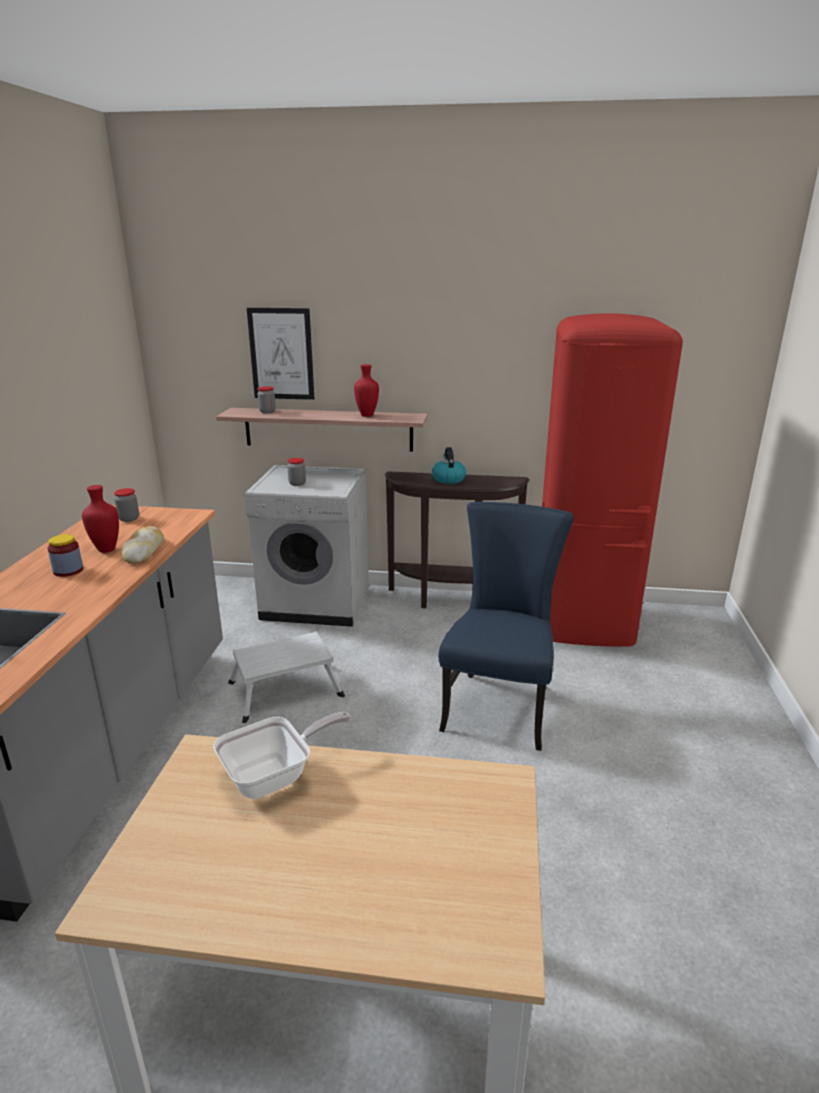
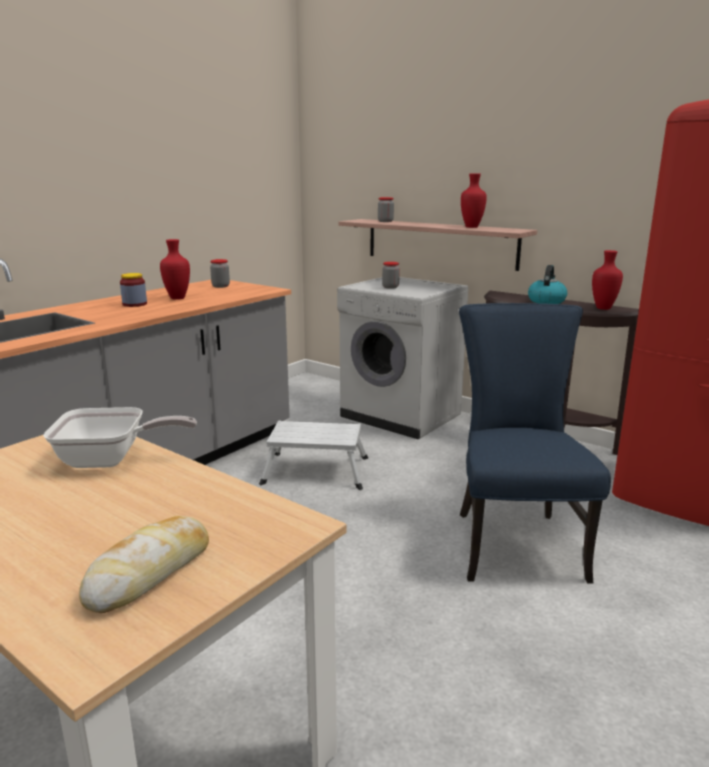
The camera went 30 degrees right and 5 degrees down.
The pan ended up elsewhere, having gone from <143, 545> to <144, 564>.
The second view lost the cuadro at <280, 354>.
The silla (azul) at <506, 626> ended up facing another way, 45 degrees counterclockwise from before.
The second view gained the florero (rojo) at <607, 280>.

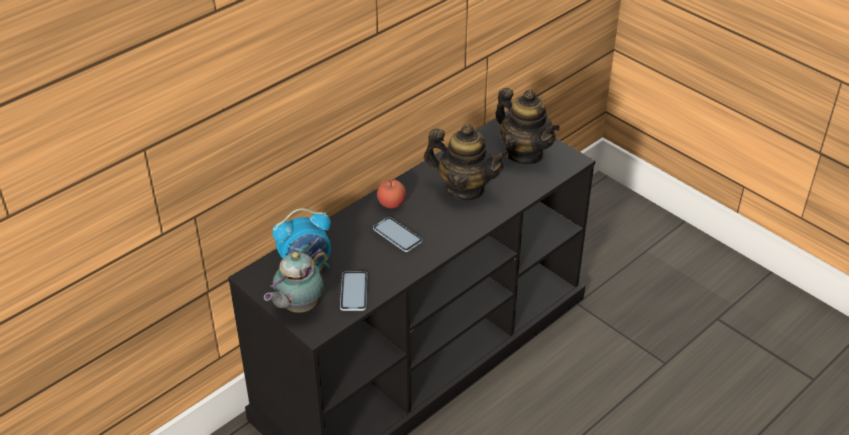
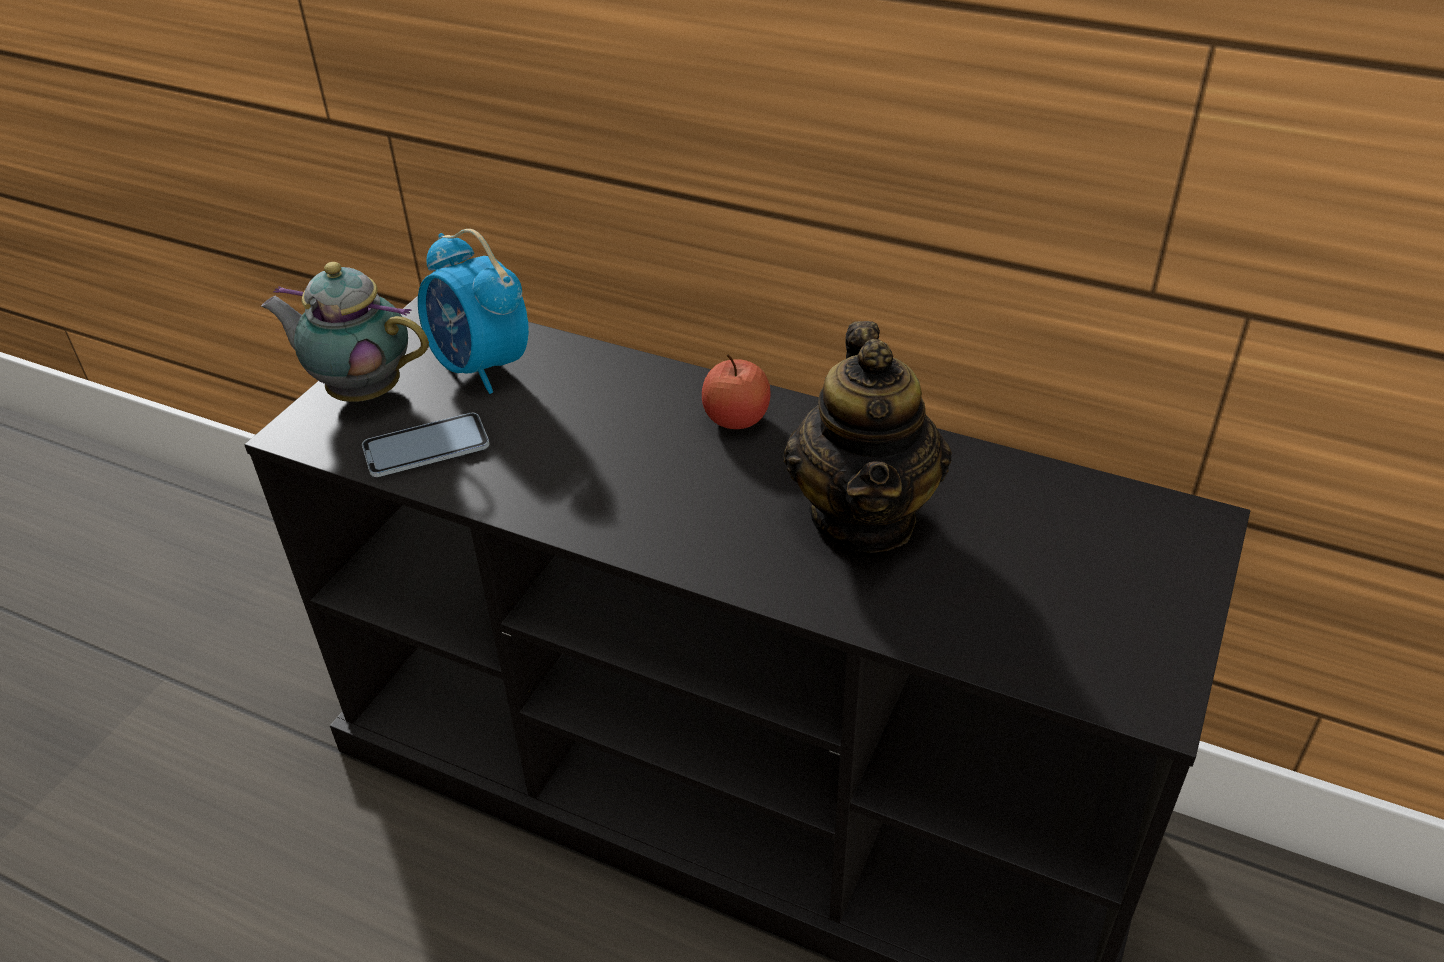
The camera went 70 degrees right and 0 degrees up.
The second view lost the móvil at <398, 234>.
The second view lost the tetera at <528, 126>.

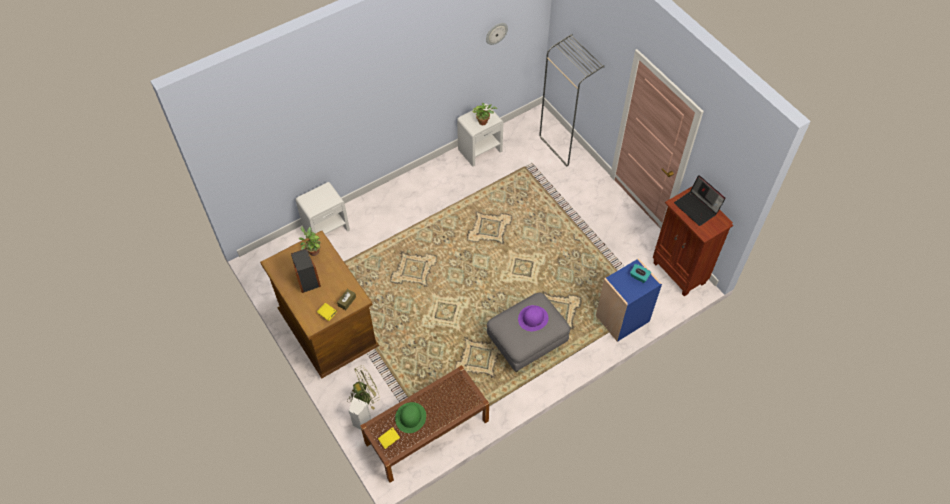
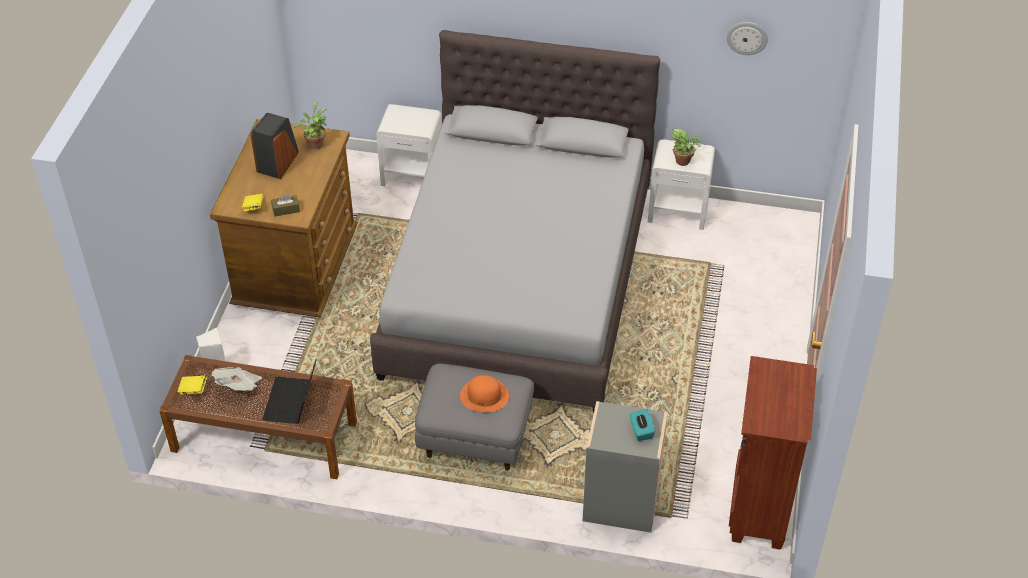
The camera went 45 degrees right and 10 degrees down.
The second view lost the ventilador (verde) at <363, 387>.
Where the sombrero (verde) stood at <410, 417>, the periódico came to stand at <237, 379>.
What was the sombrero (morado) at <533, 318> turned into the sombrero (naranja) at <484, 393>.
The second view lost the perchero (gris) at <571, 100>.
What was the estantería (azul) at <629, 300> turned into the estantería (gris) at <625, 467>.
The portátil ended up elsewhere, having gone from <700, 200> to <289, 391>.
The second view gained the cama (gris) at <515, 221>.

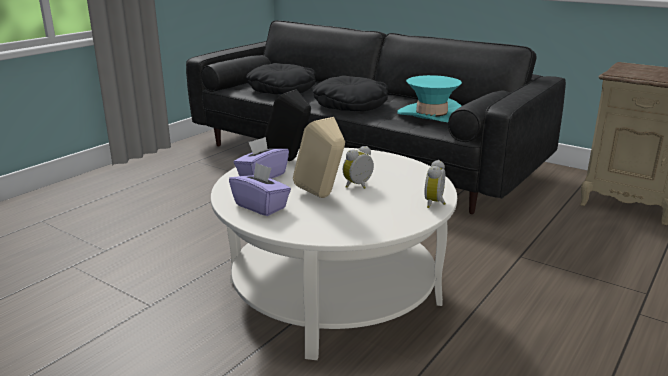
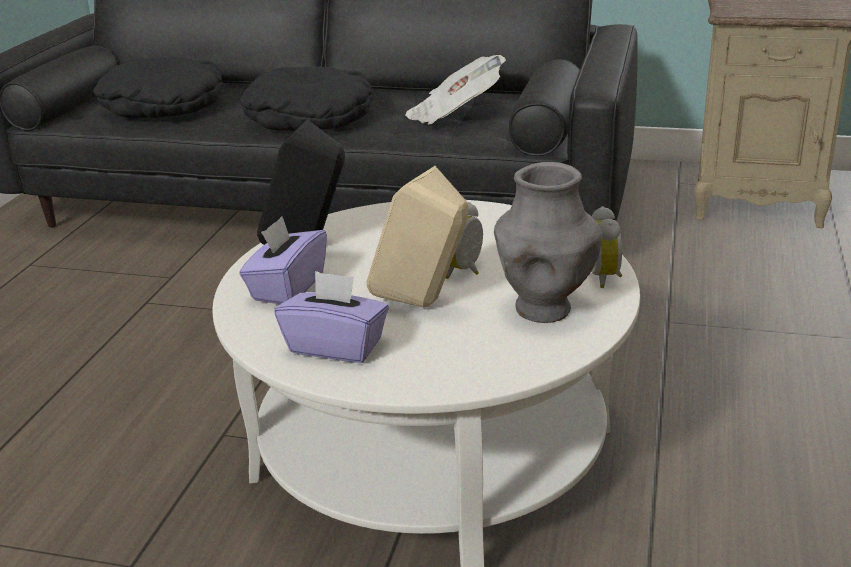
The camera went 20 degrees left and 5 degrees up.
Where the sombrero (turquesa) stood at <429, 98>, the periódico came to stand at <455, 90>.
The second view gained the florero (gris) at <548, 242>.

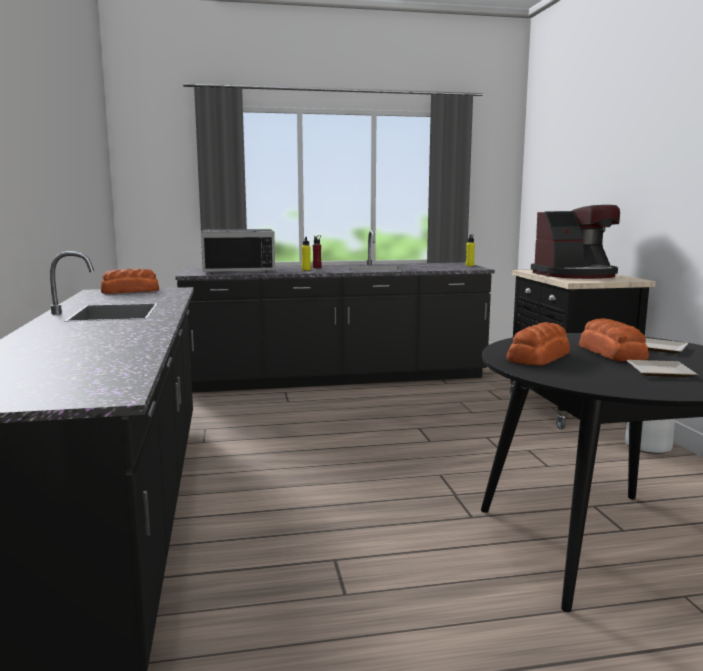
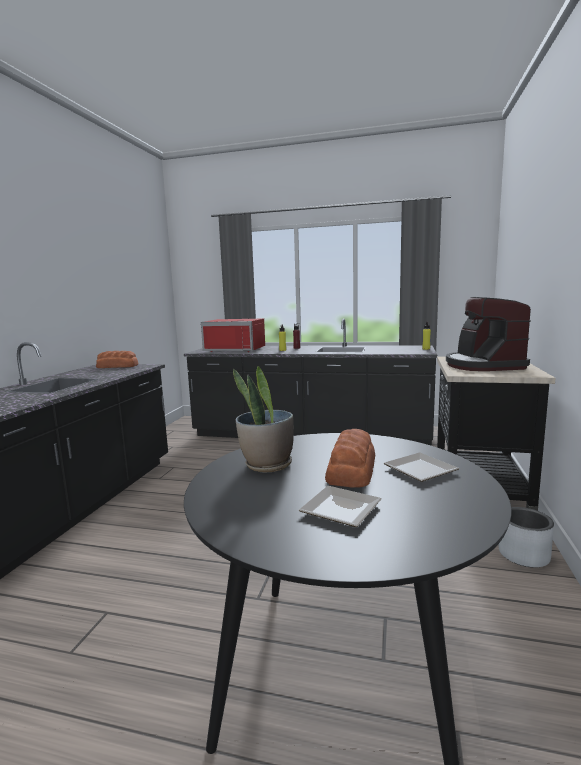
The camera went 25 degrees right and 0 degrees up.
What was the microondas (negro) at <238, 251> turned into the microondas (rojo) at <233, 335>.
Where the pan stood at <538, 343>, the planta en maceta came to stand at <263, 419>.
The cafetera at <575, 242> ended up facing another way, 75 degrees clockwise from before.

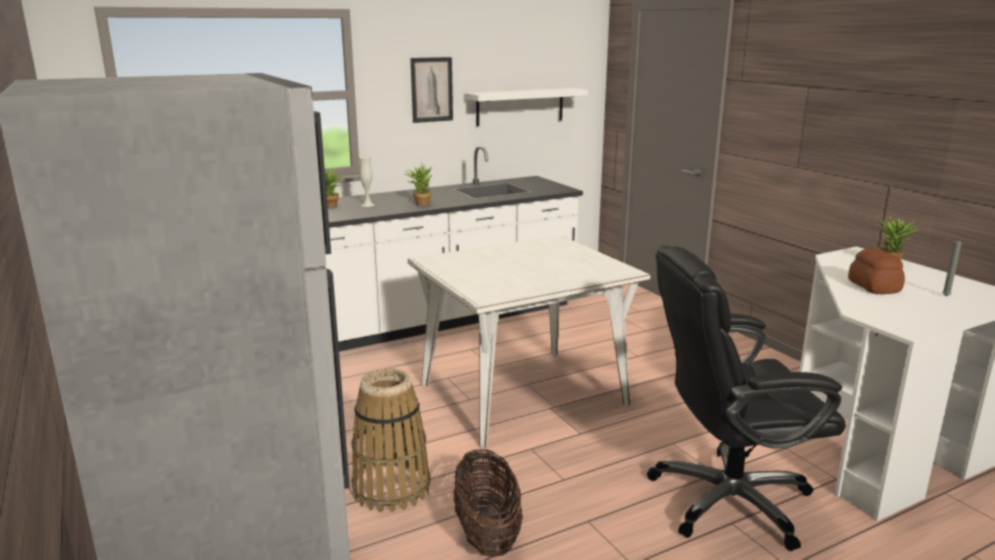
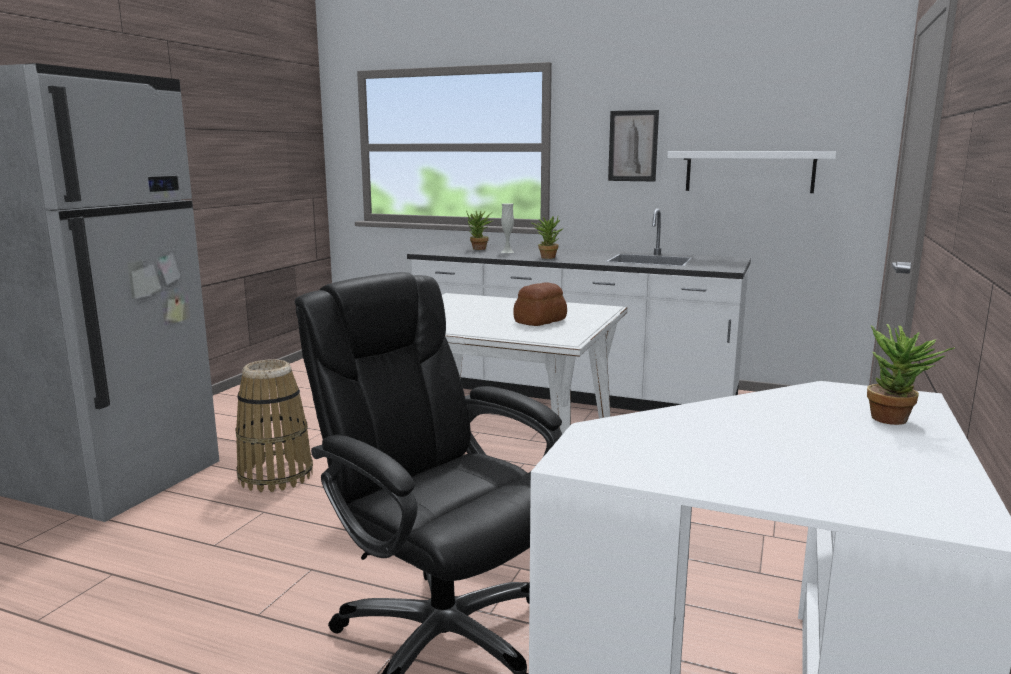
The camera went 50 degrees right and 5 degrees down.
The second view lost the cesta at <488, 503>.
The pan ended up elsewhere, having gone from <876, 271> to <540, 304>.
The second view lost the vela (gris) at <952, 265>.

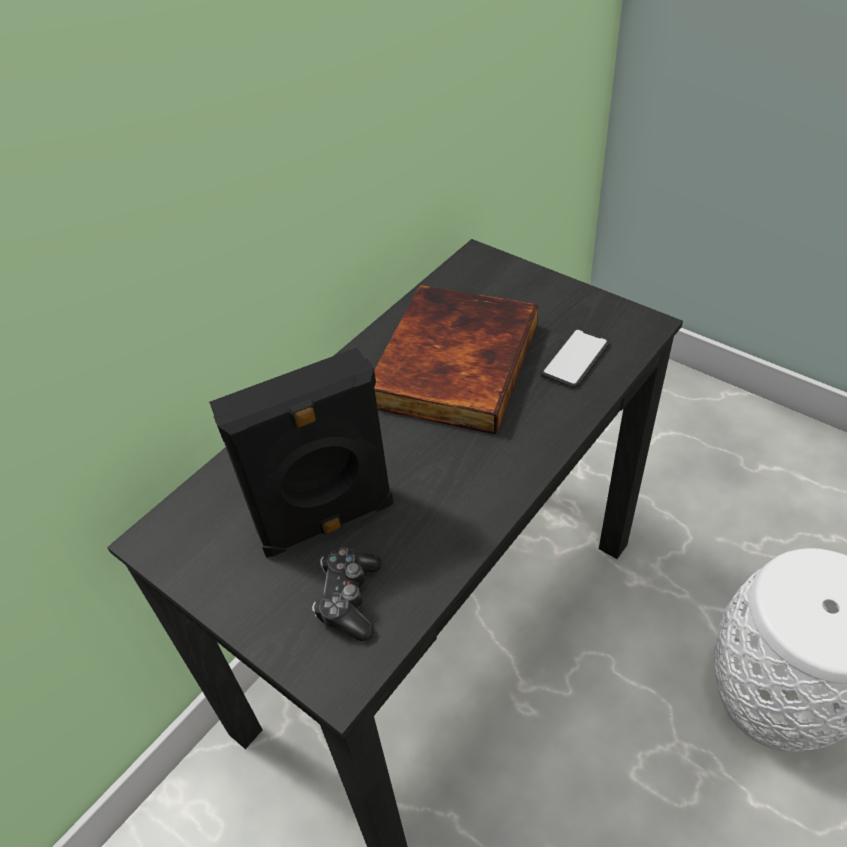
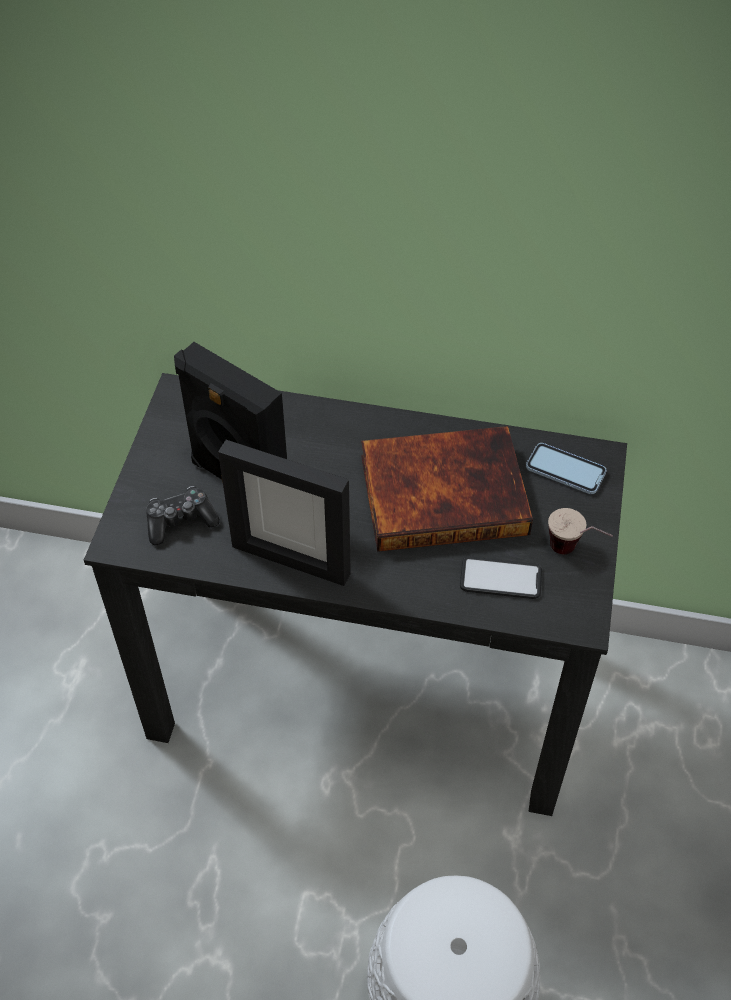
The camera went 60 degrees right and 5 degrees up.
The second view gained the portarretratos at <284, 513>.
The second view gained the móvil at <566, 468>.
The second view gained the taza at <580, 531>.

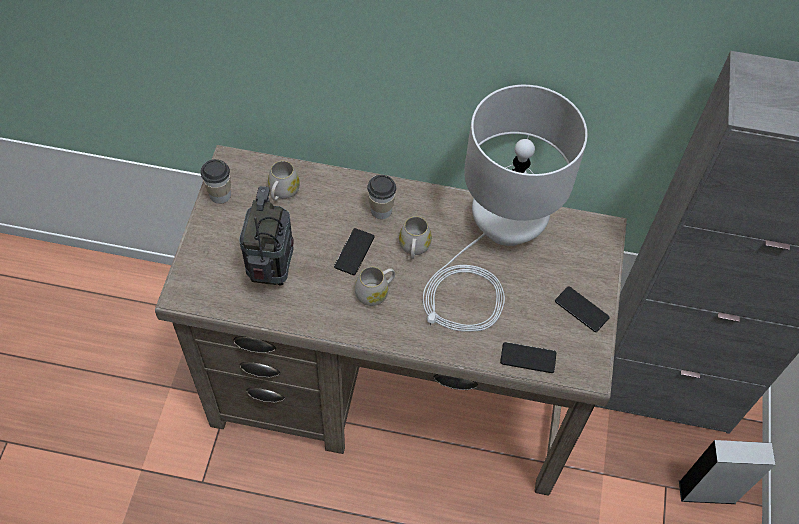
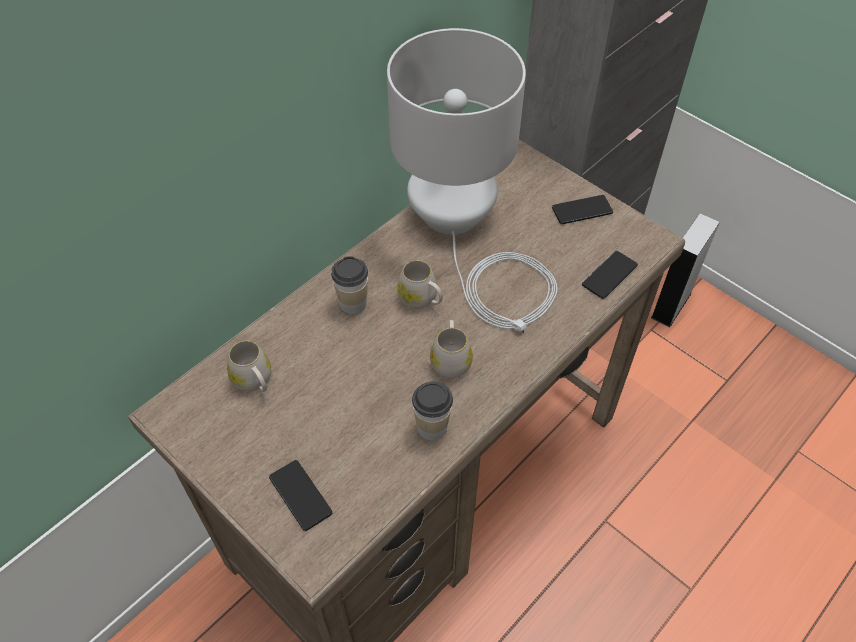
The camera went 55 degrees left and 5 degrees down.
The taza ended up elsewhere, having gone from <216, 181> to <432, 411>.
The second view lost the radio at <266, 236>.
The móvil ended up elsewhere, having gone from <354, 251> to <301, 495>.

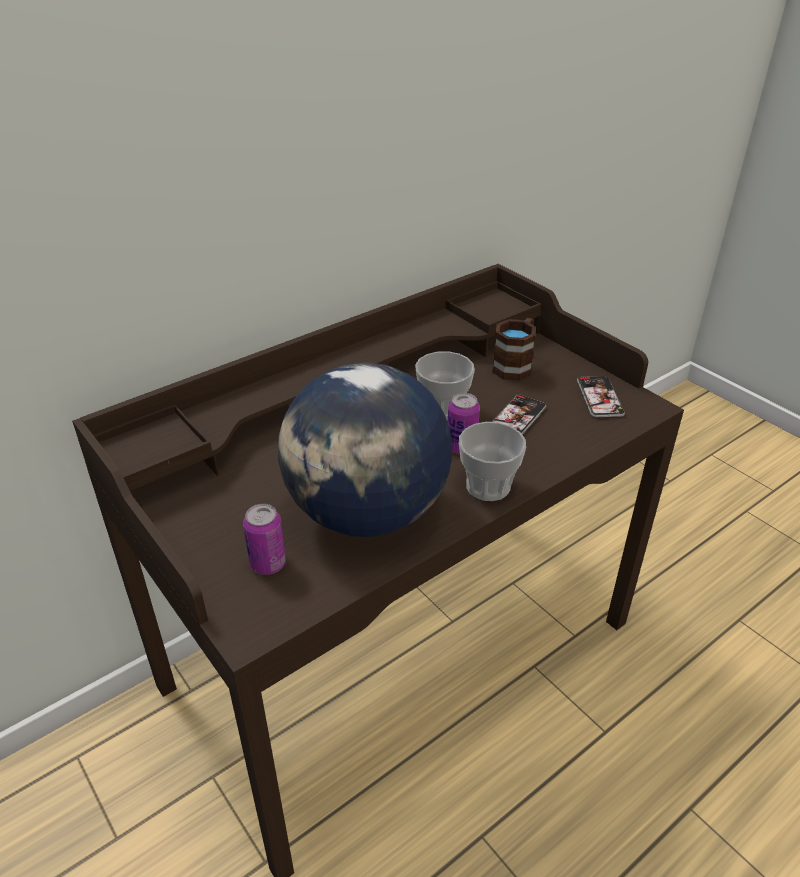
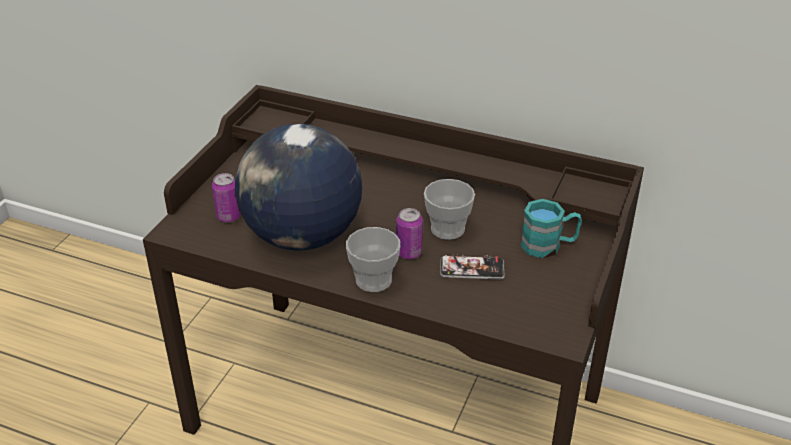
The camera went 60 degrees right and 0 degrees up.
What was the taza grande (marrón) at <514, 349> turned into the taza grande (turquesa) at <551, 228>.
The second view lost the móvil at <601, 396>.

